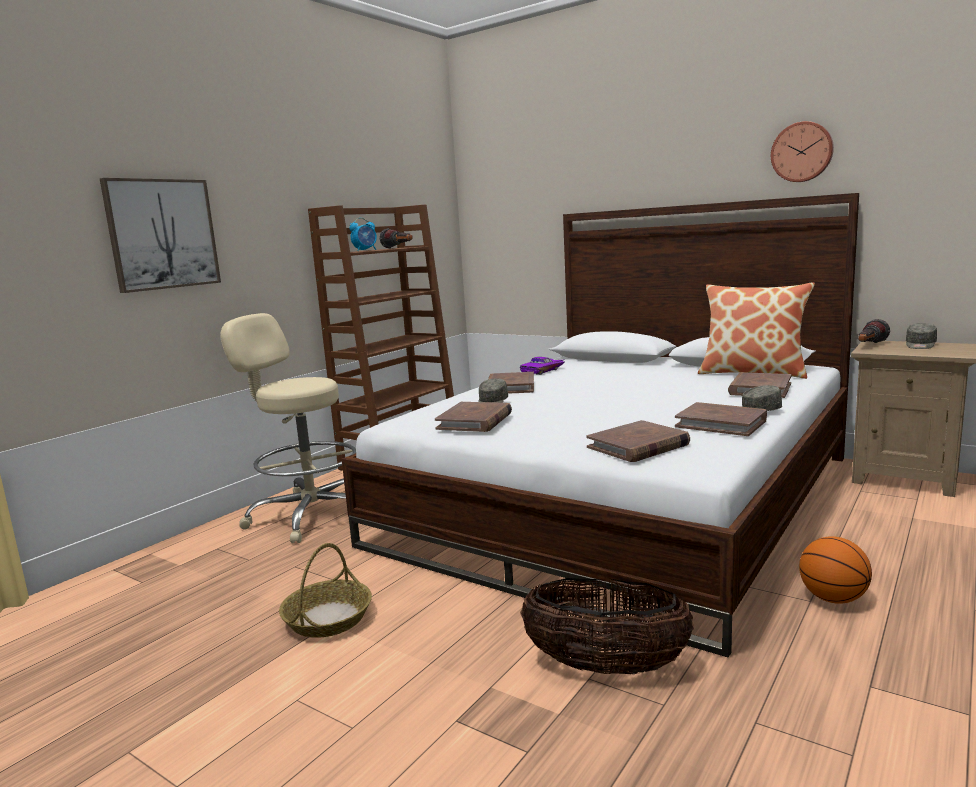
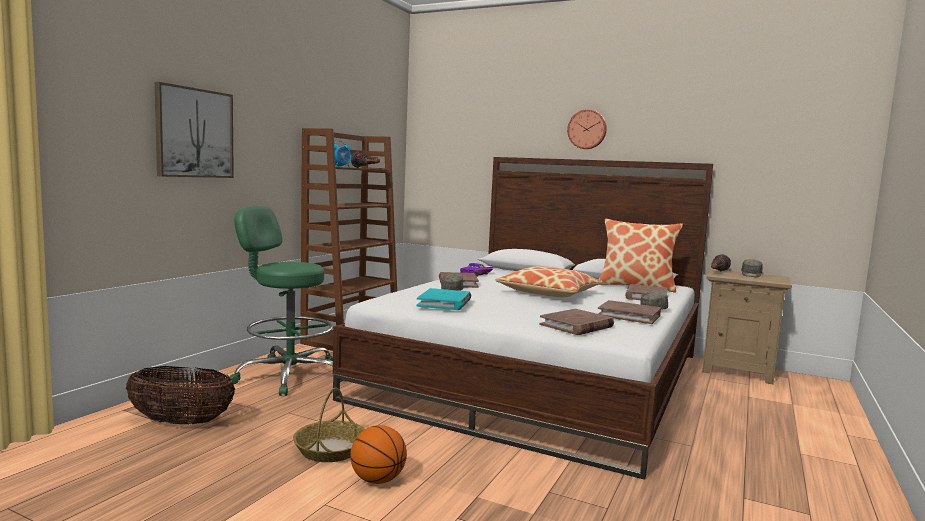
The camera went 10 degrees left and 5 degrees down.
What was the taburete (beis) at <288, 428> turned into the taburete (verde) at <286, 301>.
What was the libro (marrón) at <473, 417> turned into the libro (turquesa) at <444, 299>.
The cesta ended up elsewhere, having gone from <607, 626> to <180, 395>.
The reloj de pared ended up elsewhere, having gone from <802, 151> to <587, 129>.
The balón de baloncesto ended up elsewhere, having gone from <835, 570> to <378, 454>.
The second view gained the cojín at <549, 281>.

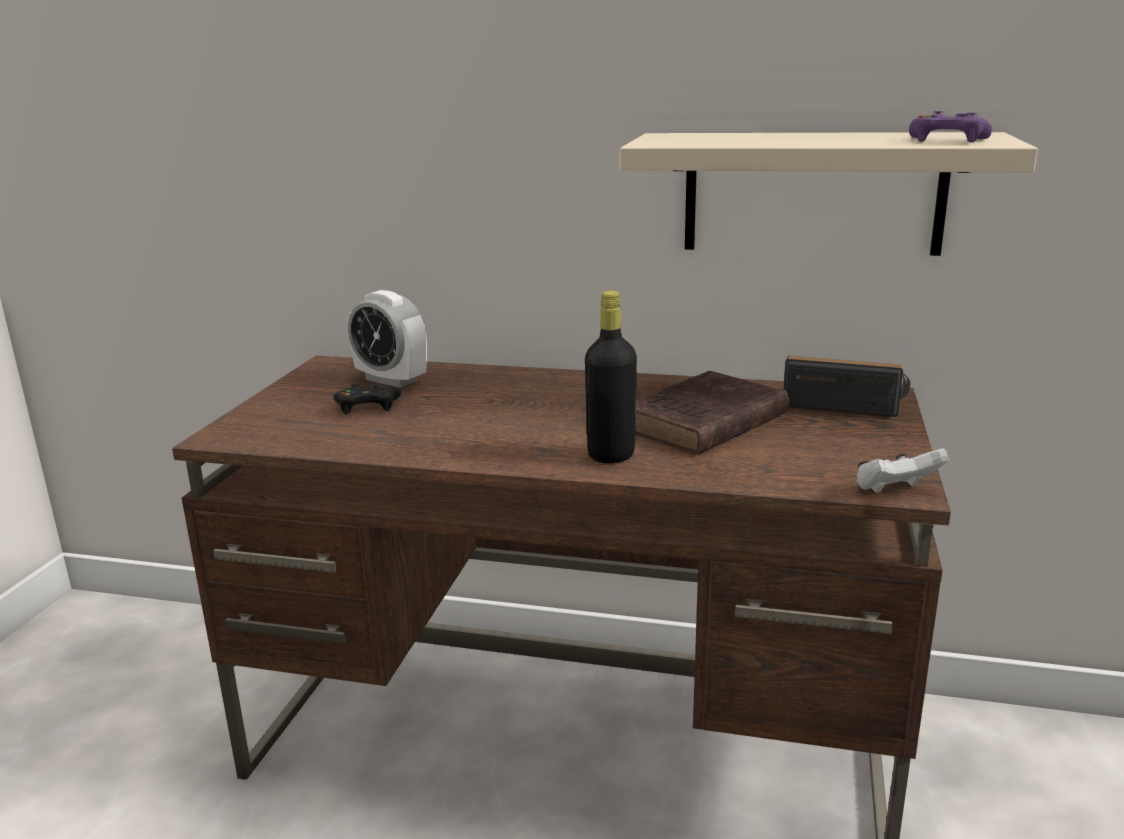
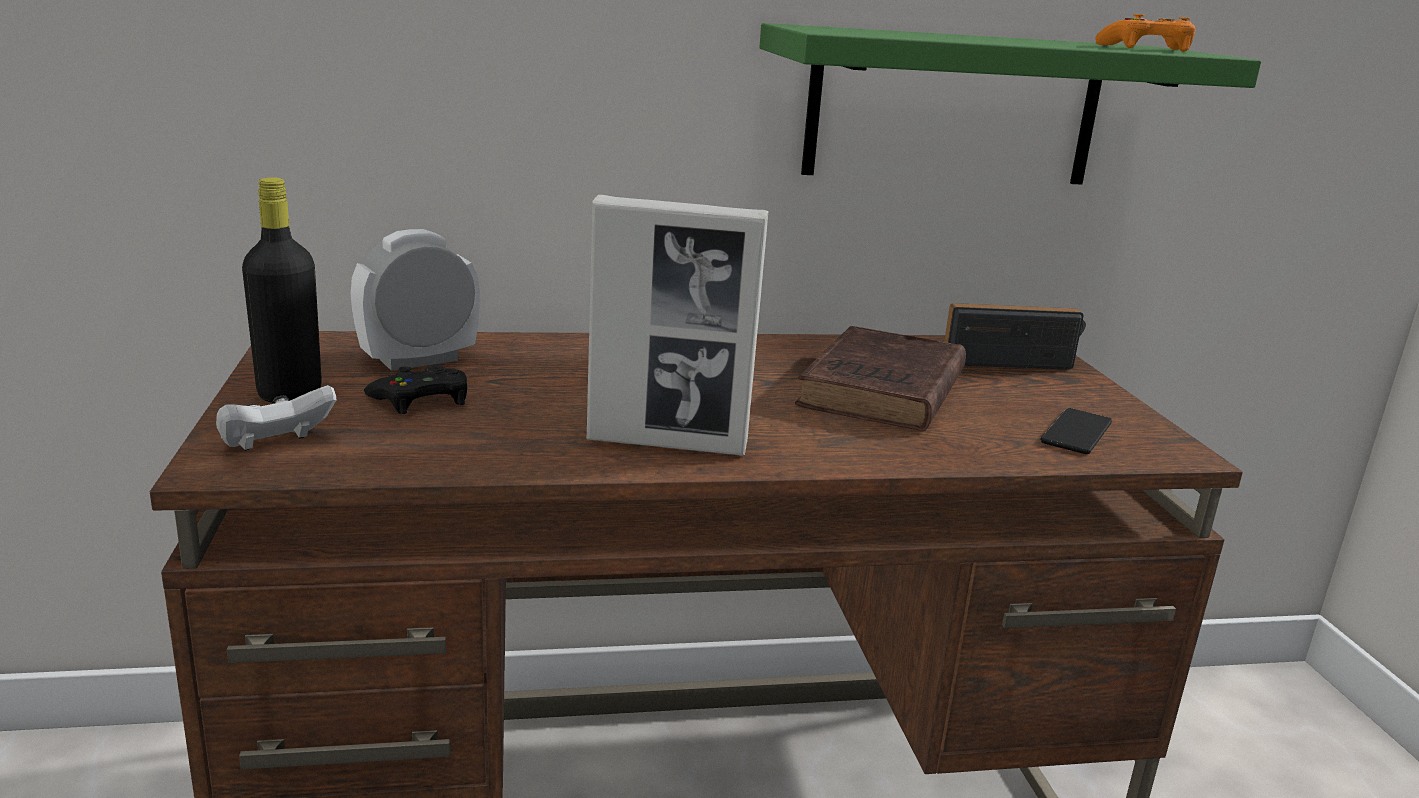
The camera went 25 degrees left and 0 degrees up.
The despertador at <387, 339> ended up facing another way, 135 degrees clockwise from before.
The botella (negro) ended up elsewhere, having gone from <611, 377> to <282, 290>.
What was the estante (beis) at <829, 194> turned into the estante (verde) at <1010, 103>.
The mando de consola (blanco) ended up elsewhere, having gone from <902, 471> to <276, 418>.
What was the mando de consola (morado) at <950, 127> turned into the mando de consola (naranja) at <1145, 33>.
The second view gained the portarretratos at <677, 325>.
The second view gained the móvil at <1076, 431>.

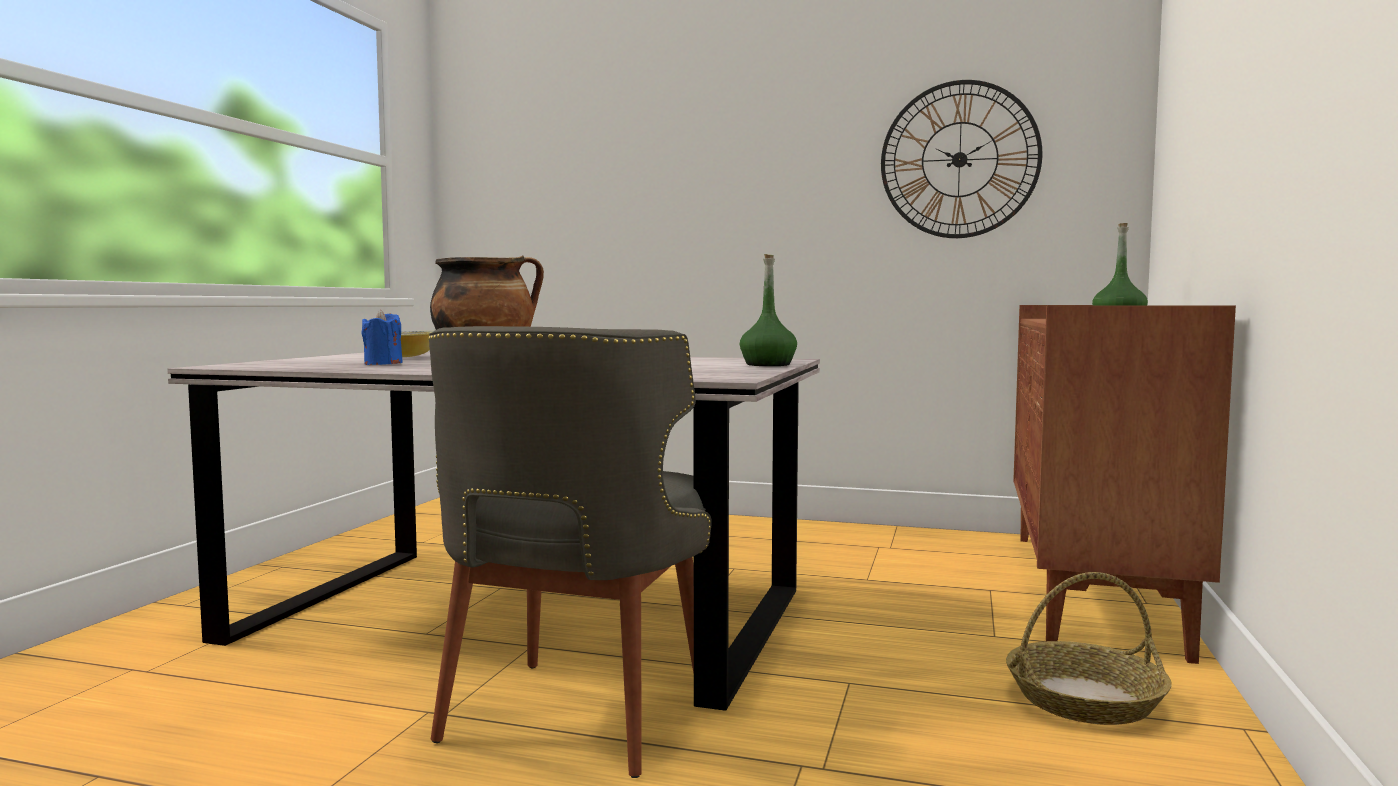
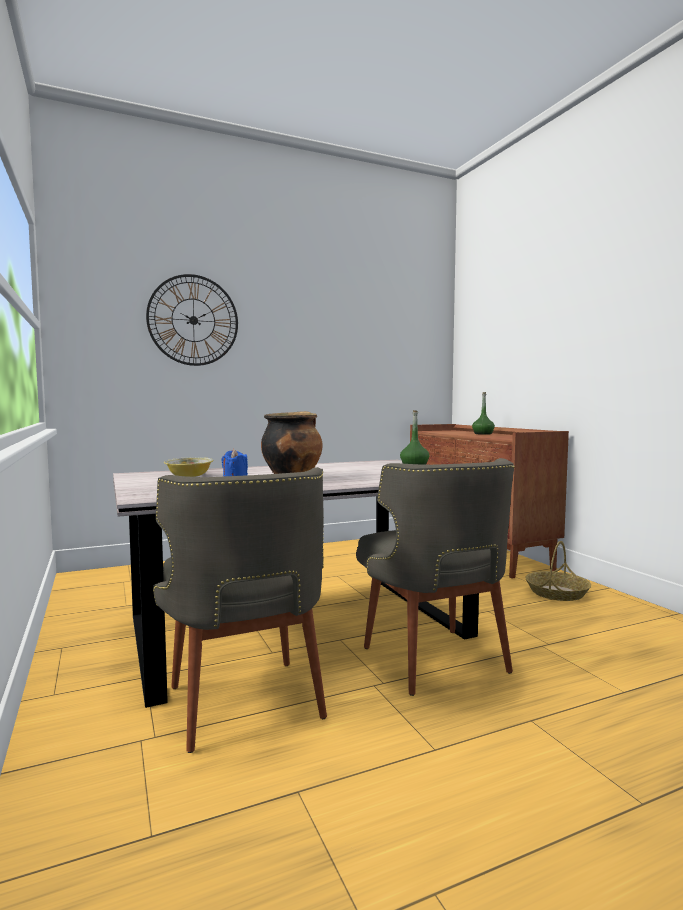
The camera went 40 degrees left and 0 degrees up.
The reloj de pared ended up elsewhere, having gone from <961, 159> to <192, 320>.
The second view gained the silla (gris) at <240, 610>.

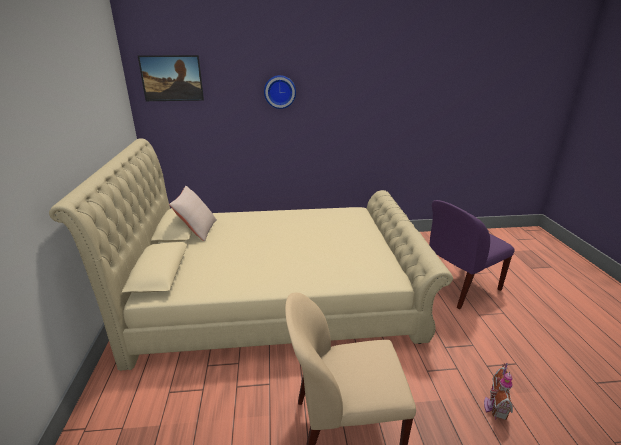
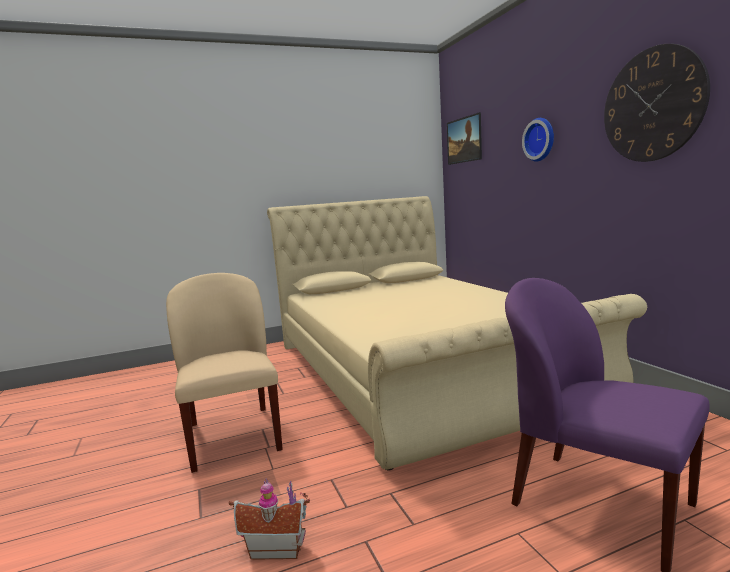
The camera went 75 degrees right and 15 degrees down.
The second view lost the cojín (beis) at <193, 213>.
The second view gained the reloj de pared at <657, 103>.

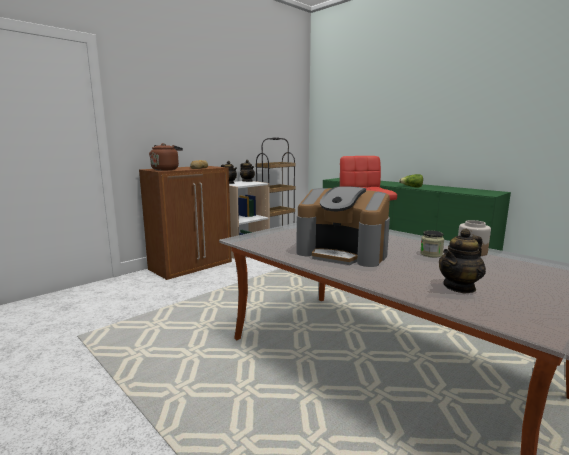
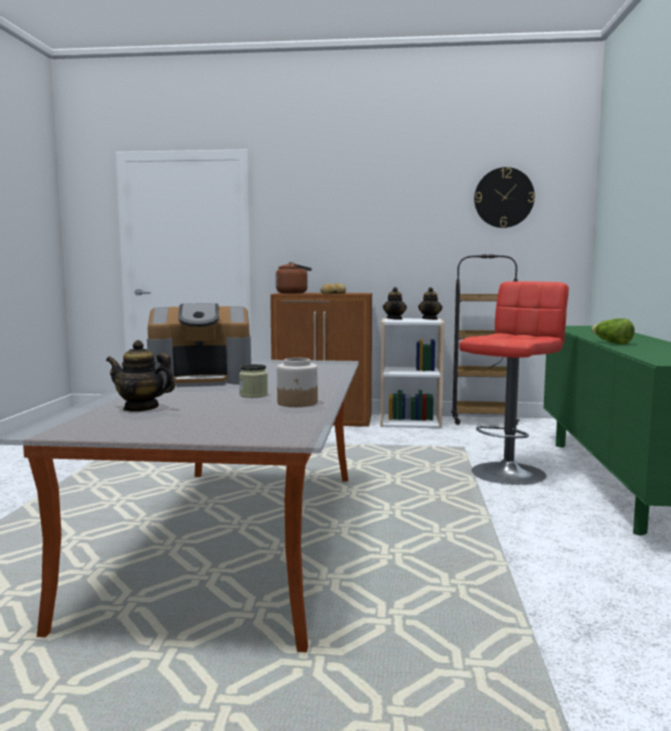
The camera went 50 degrees right and 5 degrees down.
The cafetera at <343, 226> ended up facing another way, 90 degrees counterclockwise from before.
The second view gained the reloj de pared at <504, 197>.

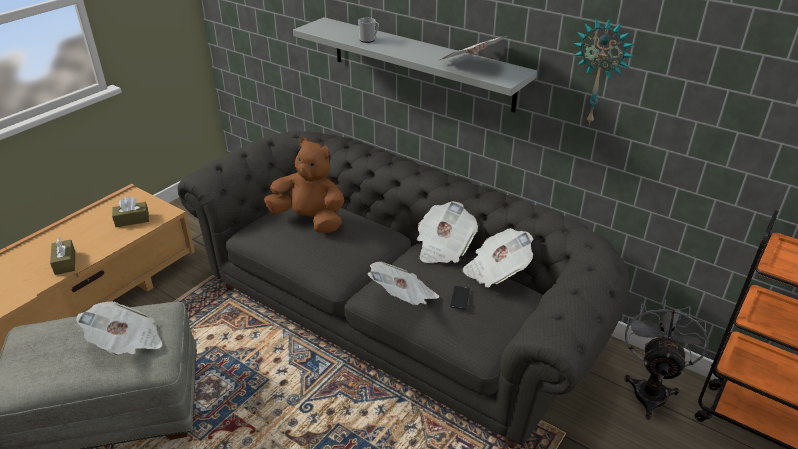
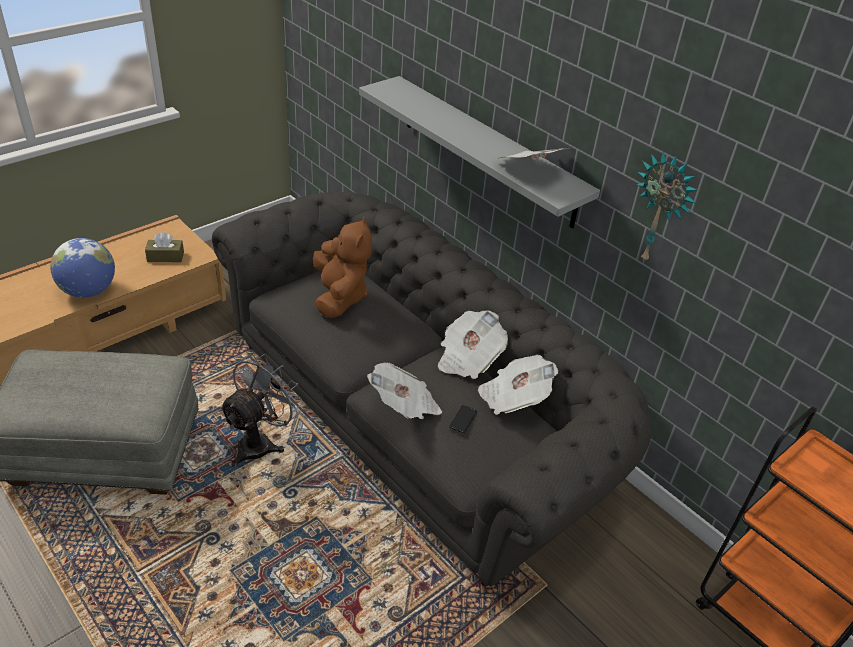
The camera went 10 degrees right and 5 degrees up.
Where the caja de pañuelos (marrón) stood at <62, 256>, the globo terráqueo came to stand at <82, 268>.
The second view lost the periódico at <119, 328>.
The peluche (marrón) at <304, 186> ended up facing another way, 45 degrees clockwise from before.
The second view lost the taza grande at <368, 30>.
The ventilador (gris) ended up elsewhere, having gone from <666, 359> to <261, 410>.

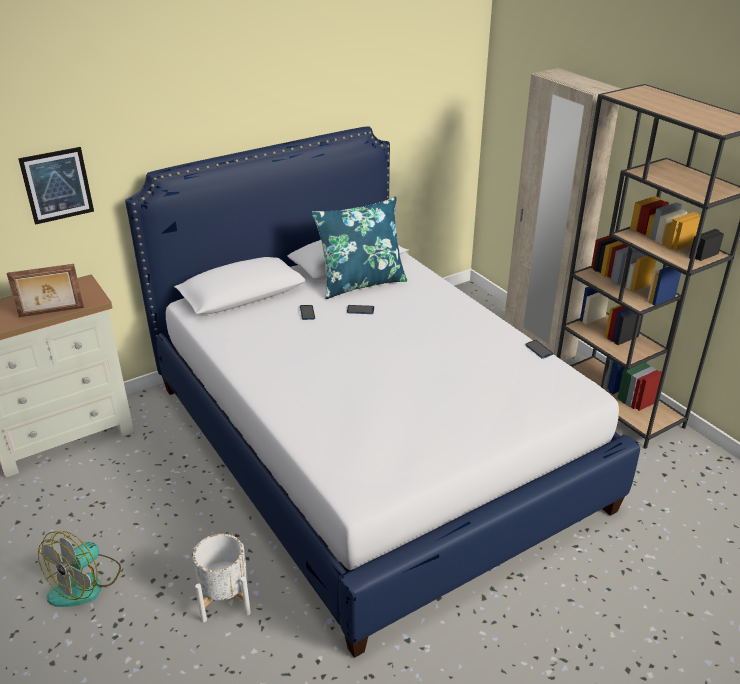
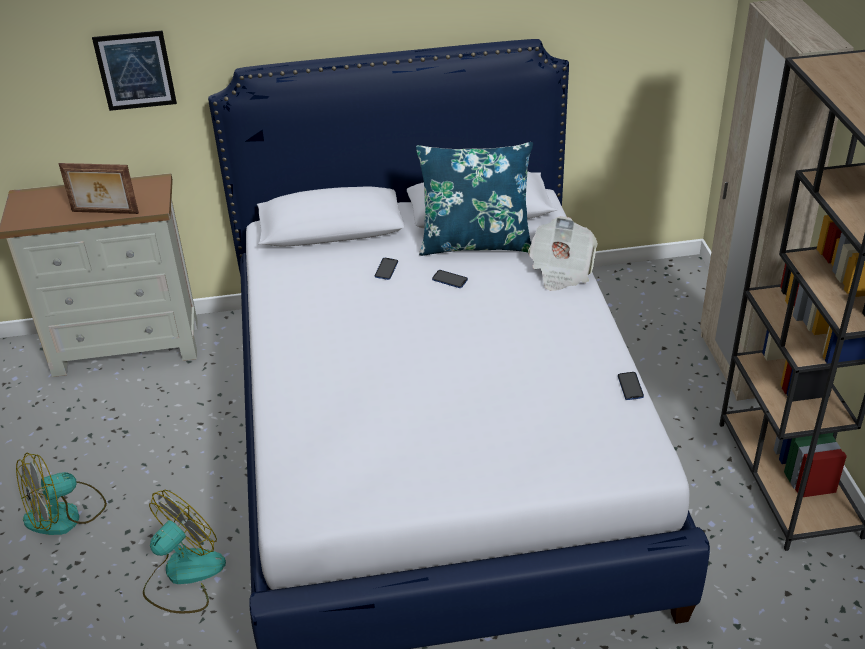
The camera went 25 degrees right and 5 degrees up.
Where the maceta (blanco) stood at <222, 578>, the ventilador came to stand at <184, 551>.
The second view gained the periódico at <563, 253>.

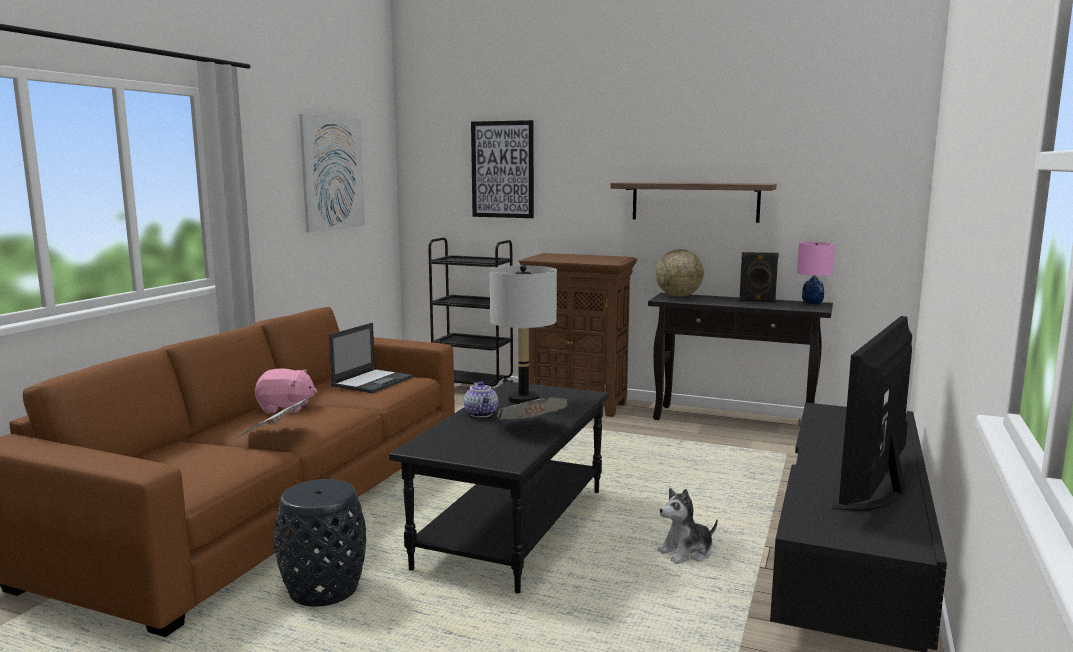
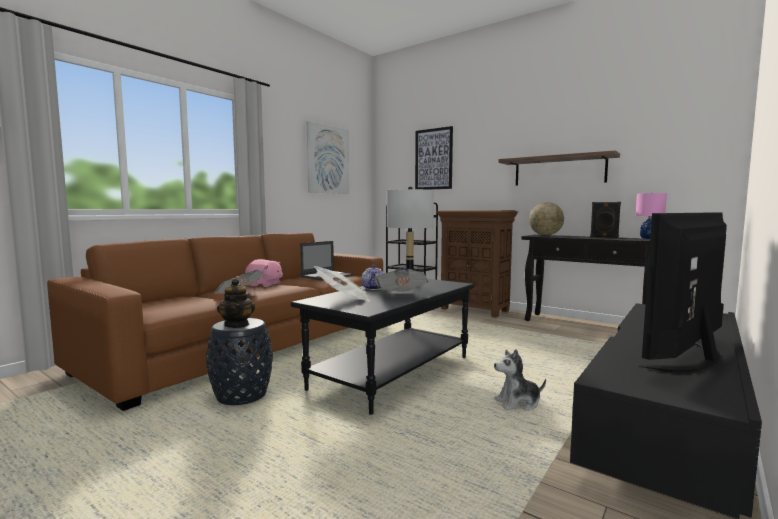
The camera went 15 degrees right and 5 degrees down.
The second view gained the tetera at <236, 303>.
The second view gained the periódico at <342, 283>.

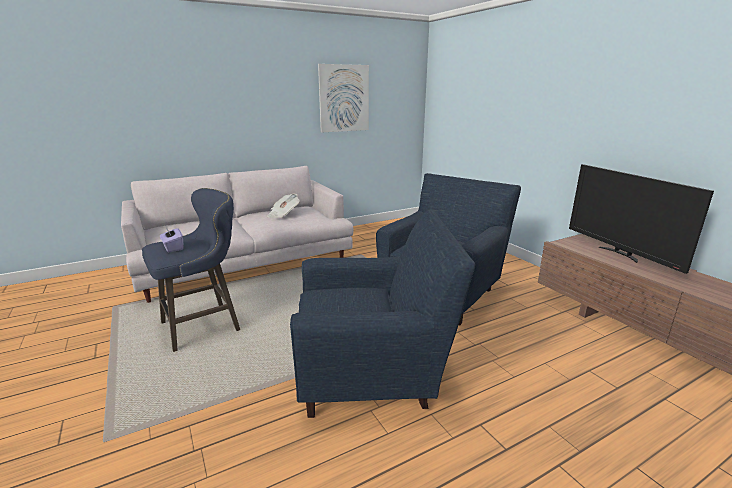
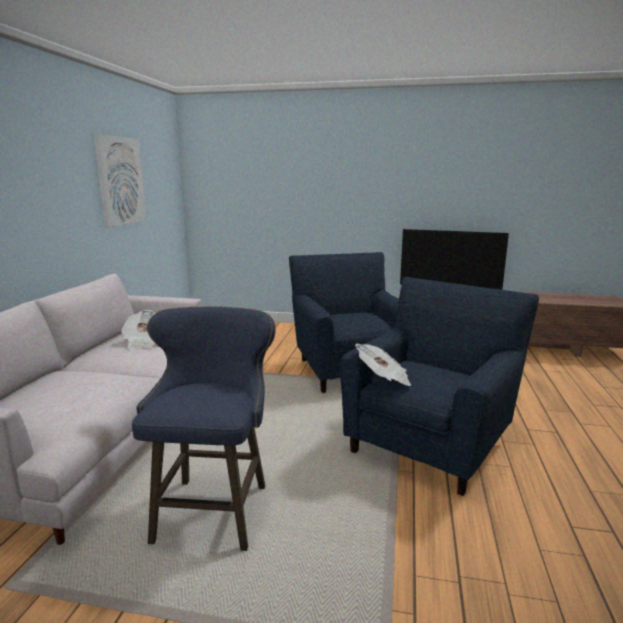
The camera went 50 degrees left and 5 degrees down.
The second view lost the caja de pañuelos (morado) at <171, 239>.
The second view gained the periódico at <383, 365>.

